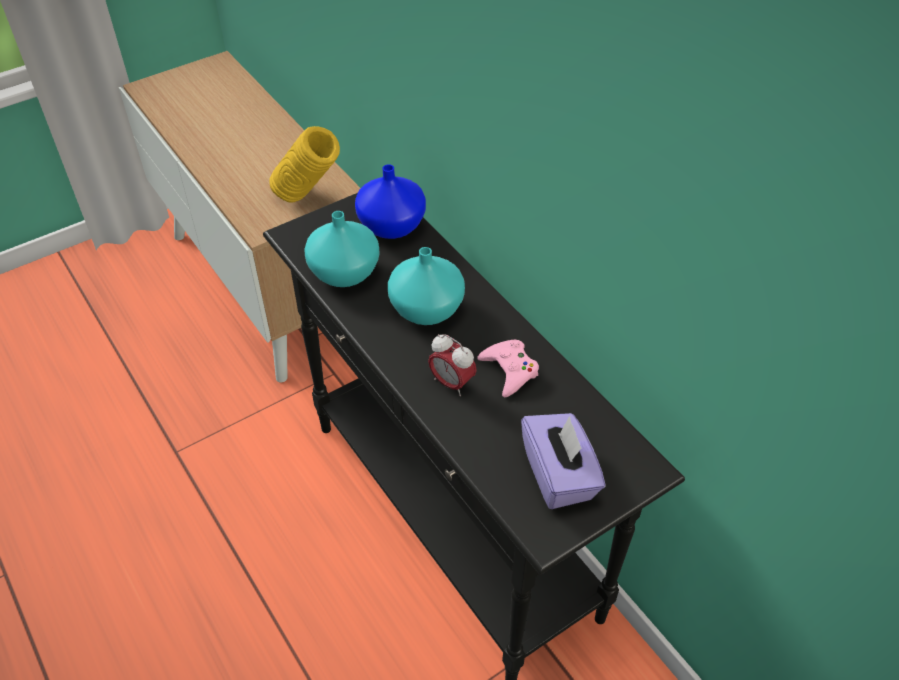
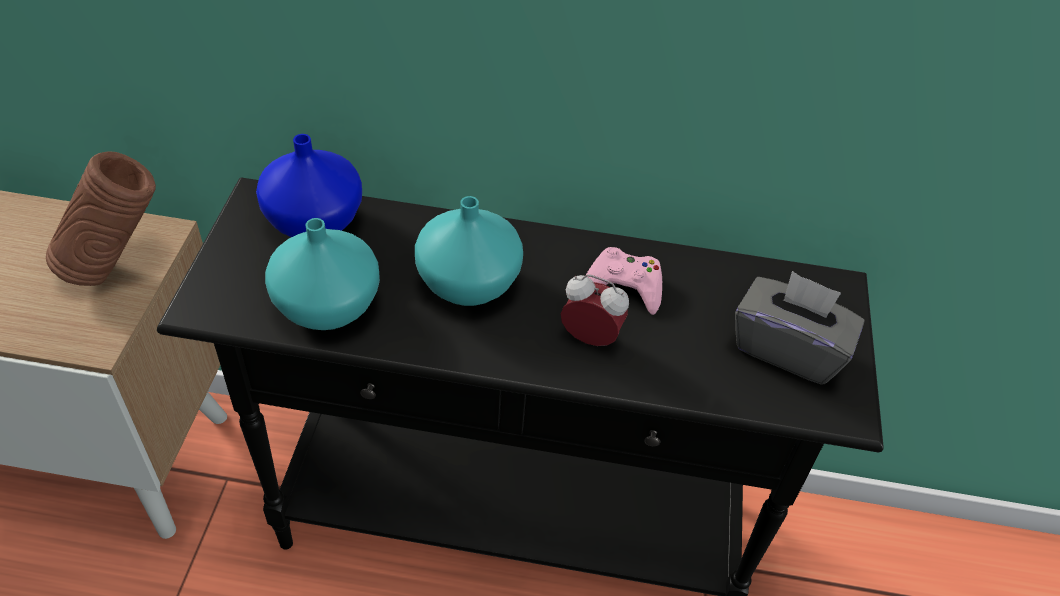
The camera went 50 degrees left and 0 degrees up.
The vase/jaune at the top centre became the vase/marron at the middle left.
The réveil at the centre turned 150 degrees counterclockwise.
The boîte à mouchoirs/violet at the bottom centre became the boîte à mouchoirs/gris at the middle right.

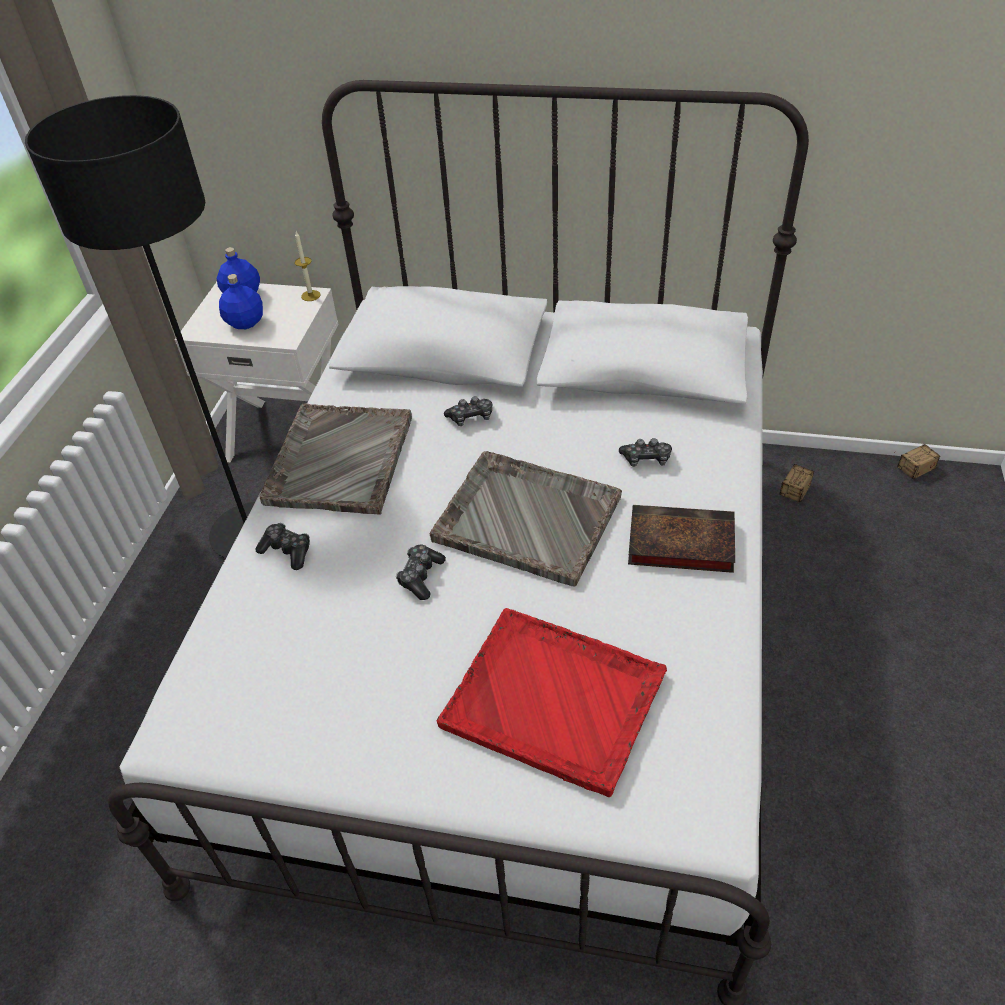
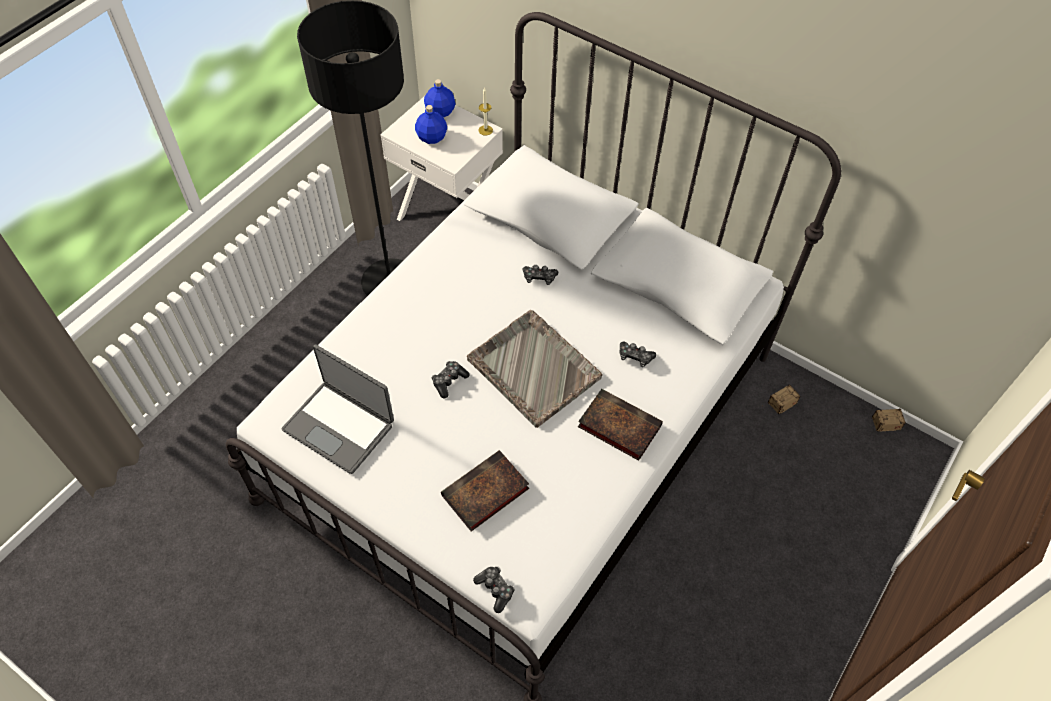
The camera went 20 degrees right and 10 degrees up.
The plateau/gris (no. 1 from left) at the centre disappeared.
The manette (no. 1 from left in the first image) moved from the middle left to the bottom centre.
The plateau/rouge at the bottom centre was replaced by the livre (no. 1 from left) at the bottom centre.
The ordinateur portable at the middle left appeared.

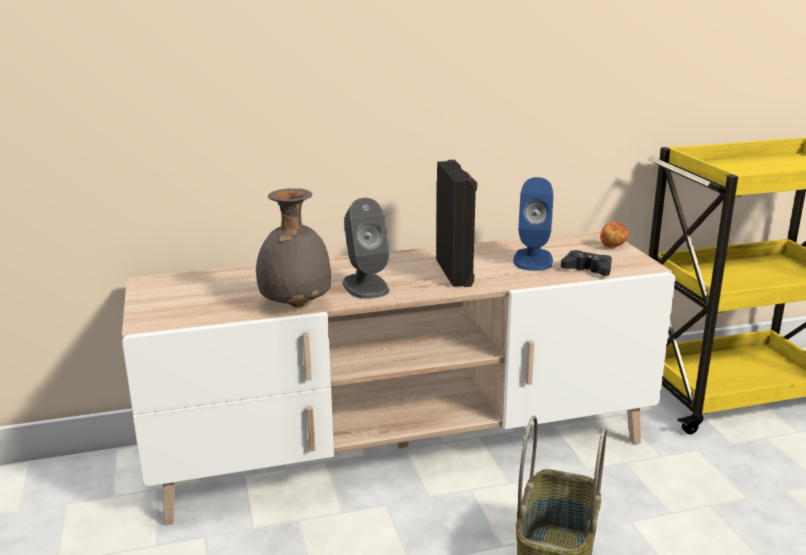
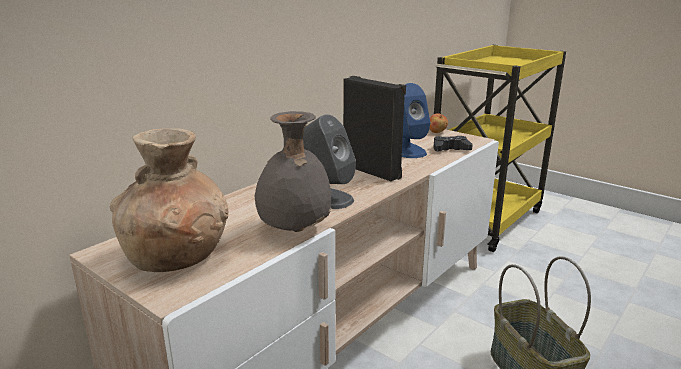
The camera went 35 degrees left and 0 degrees up.
The vase/marron at the middle left appeared.

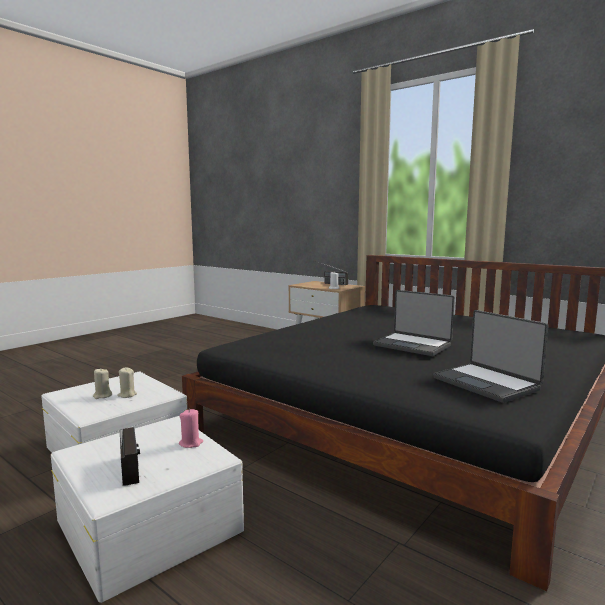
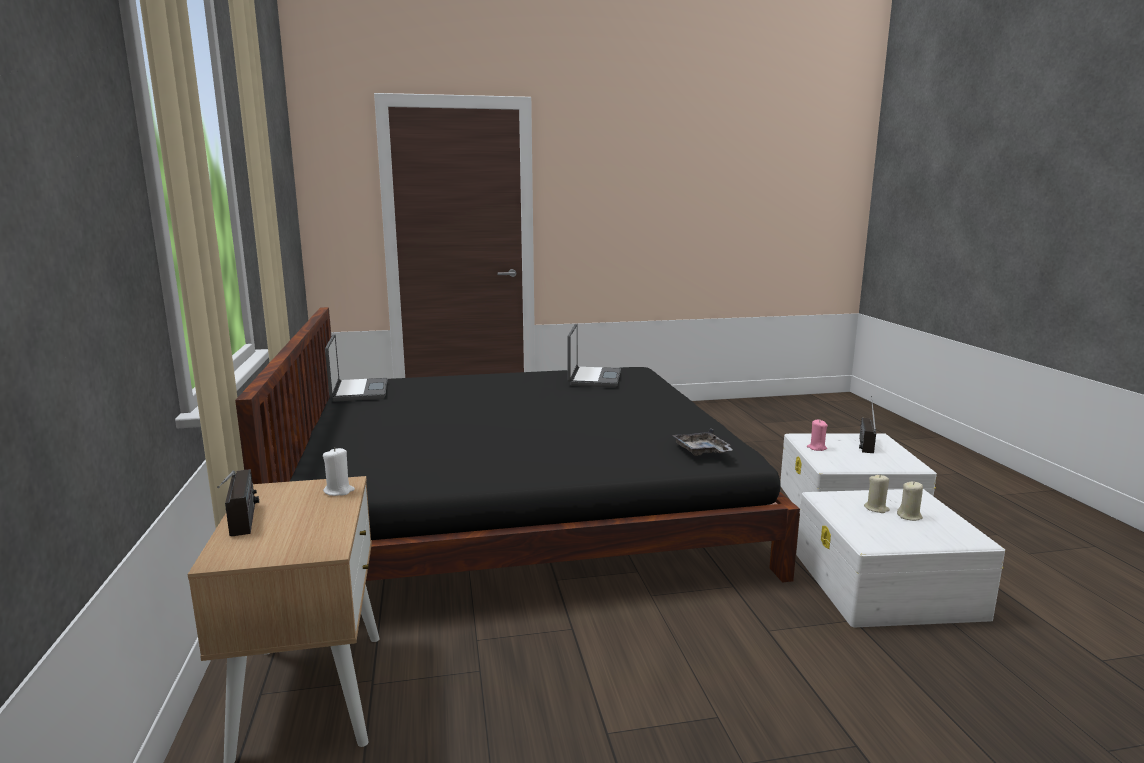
The camera went 140 degrees left and 5 degrees up.
The ordinateur portable (no. 1 from left) moved from the middle right to the middle left.
The plateau/gris at the centre appeared.

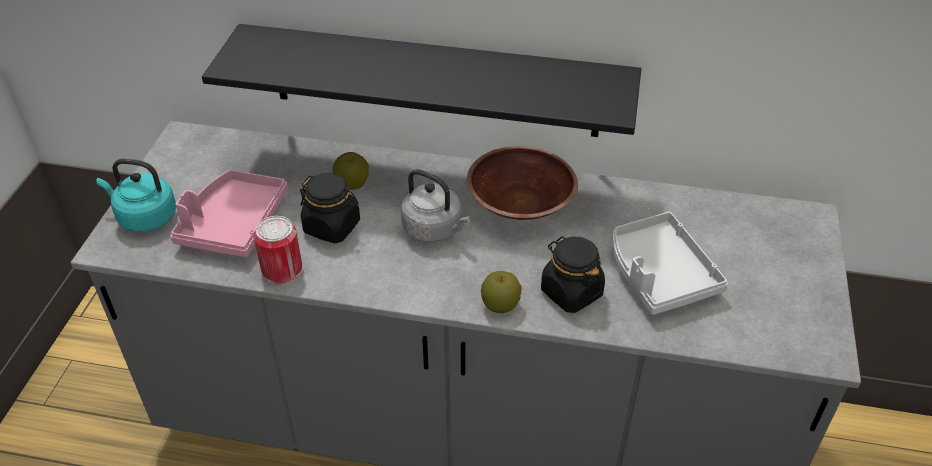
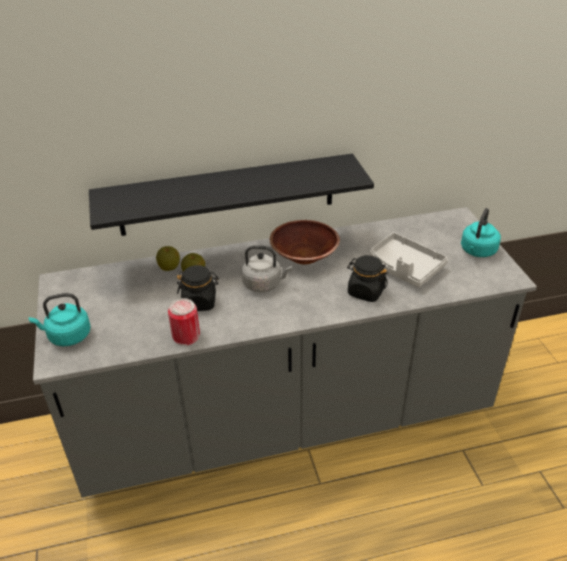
The camera went 25 degrees left and 5 degrees down.
The plateau/rose at the middle left disappeared.
The pomme (no. 2 from left in the first image) moved from the centre to the middle left.
The bouilloire/turquoise (no. 2 from left) at the middle right appeared.

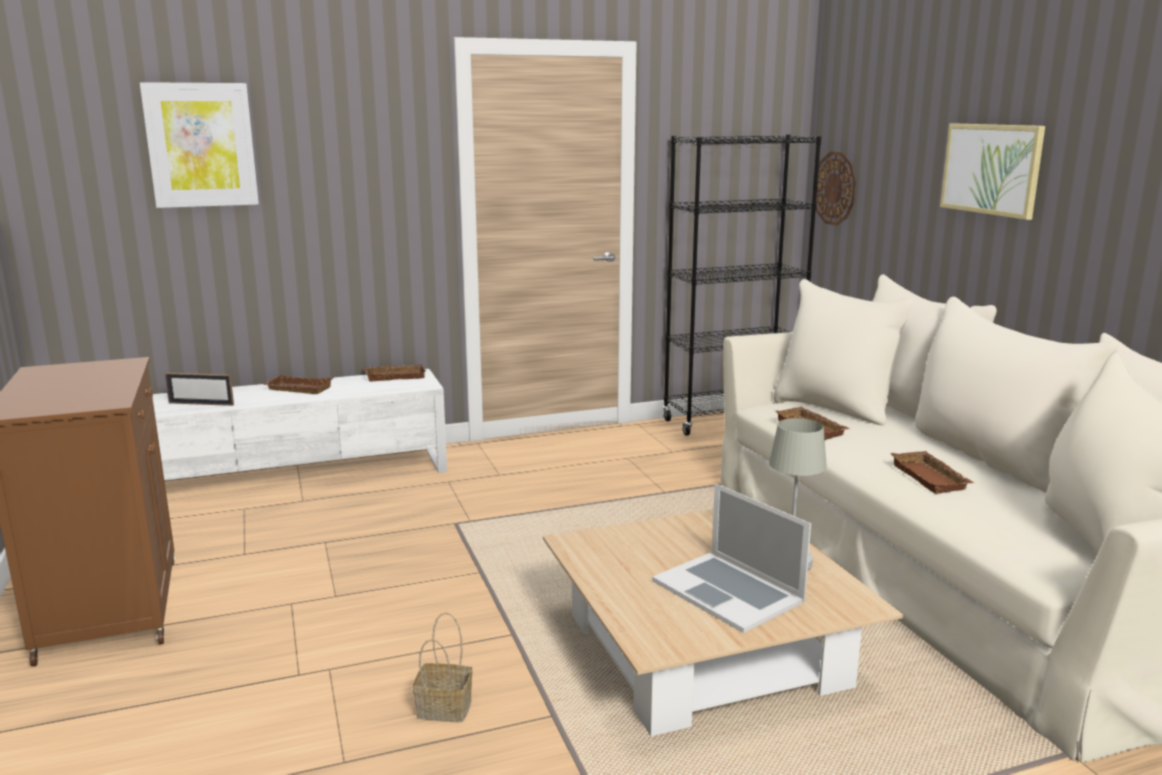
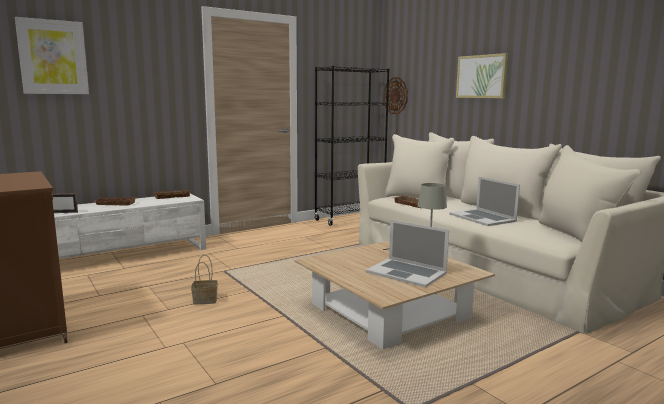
The camera went 15 degrees left and 5 degrees down.
The plateau/marron (no. 4 from left) at the middle right was replaced by the ordinateur portable (no. 2 from left) at the middle right.
The panier moved from the bottom centre to the bottom left.

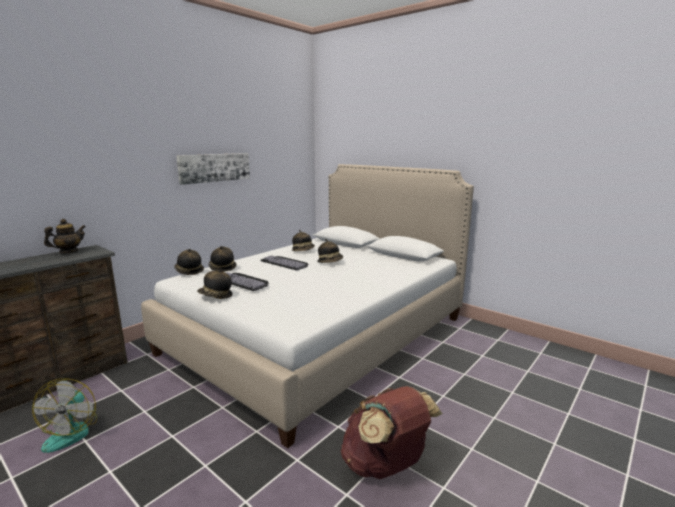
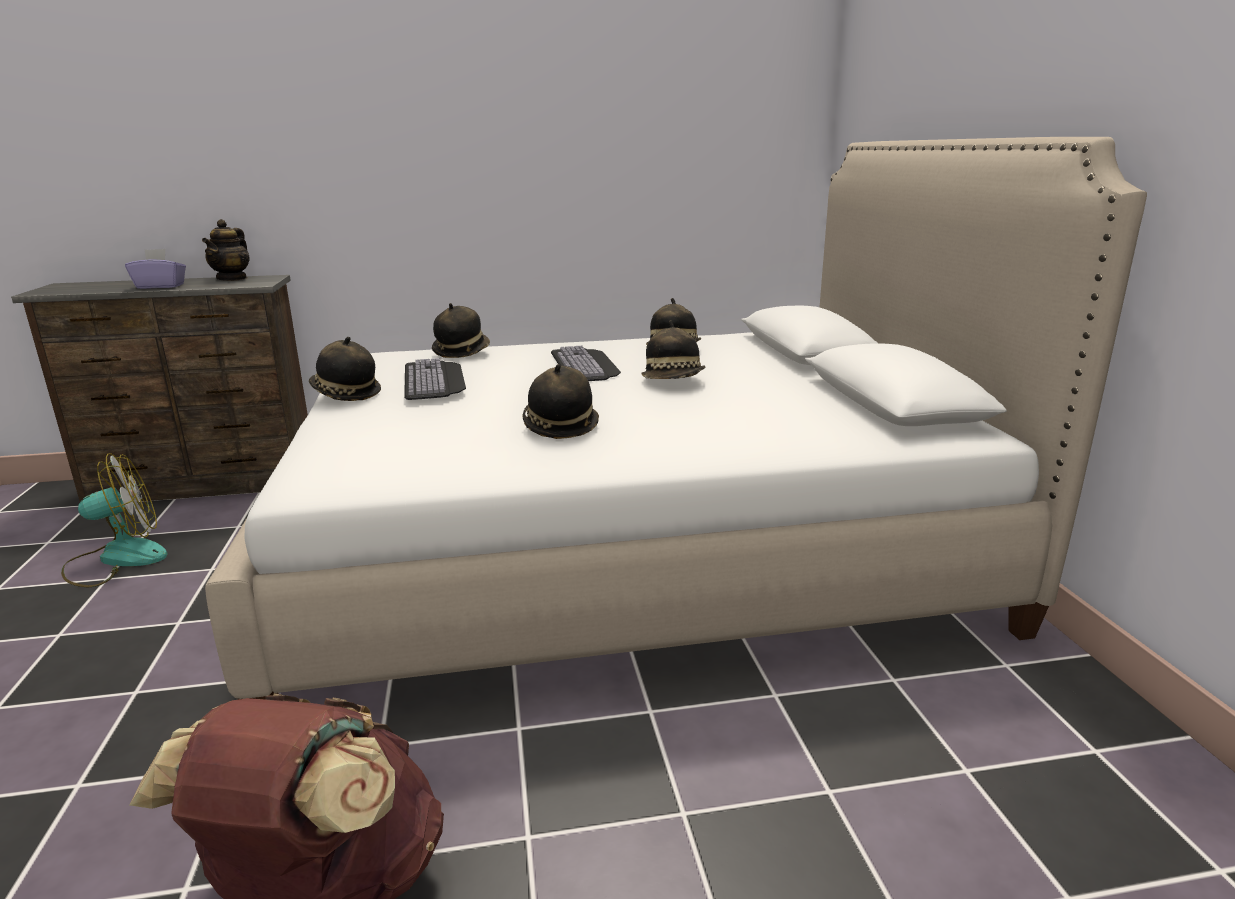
The camera went 40 degrees right and 5 degrees up.
The tableau at the middle left disappeared.
The théière at the middle left turned 105 degrees clockwise.
The chapeau (no. 1 from left in the first image) moved from the middle left to the centre.
The ventilateur at the bottom left turned 150 degrees counterclockwise.
The boîte à mouchoirs/violet at the top left appeared.

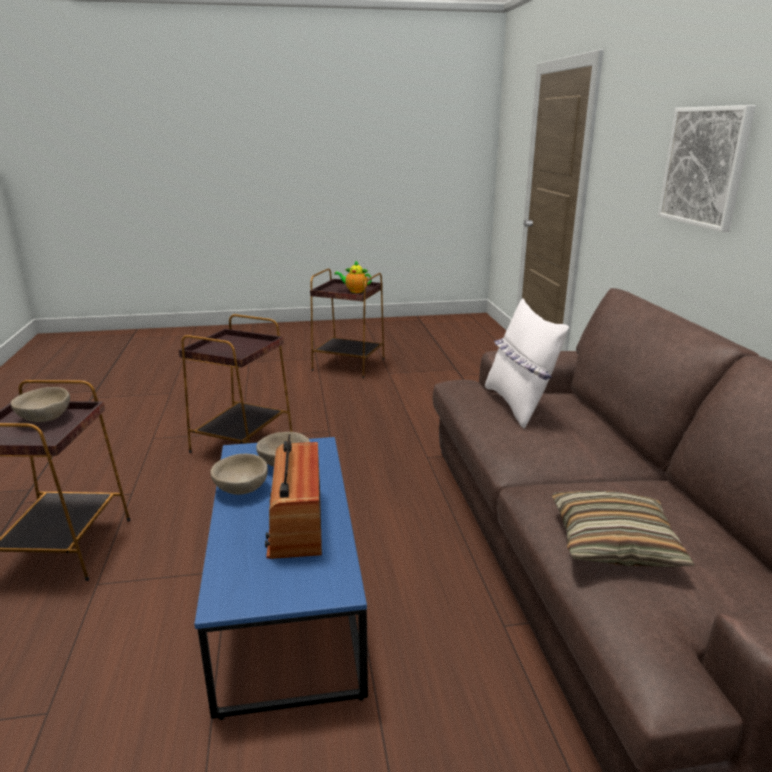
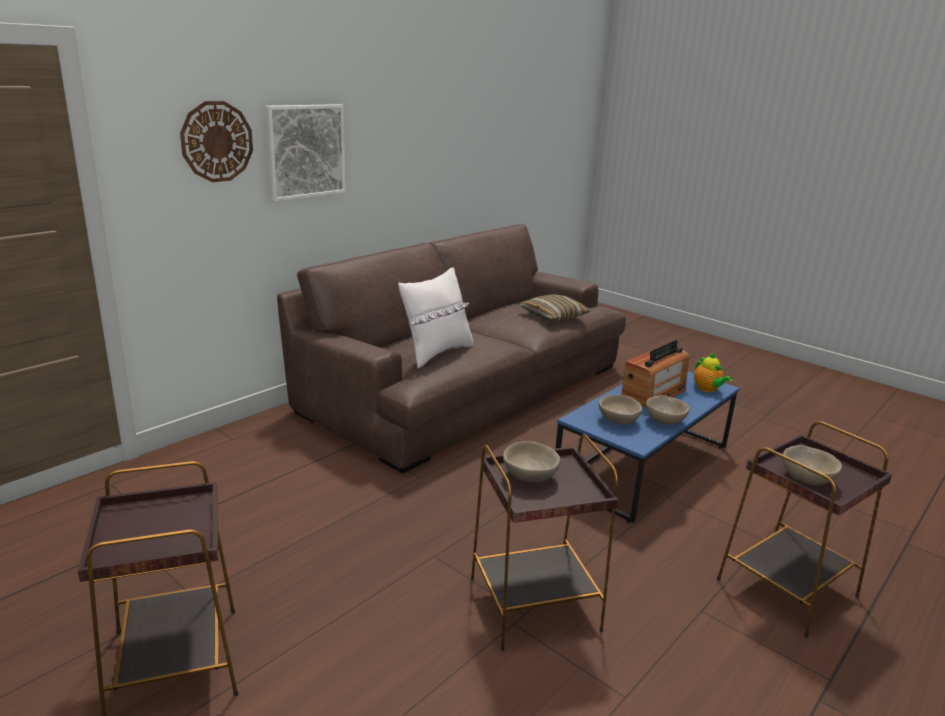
The camera went 130 degrees left and 0 degrees up.
The théière moved from the centre to the middle right.
The horloge murale at the top left appeared.
The bol/beige (no. 1 from left) at the centre appeared.

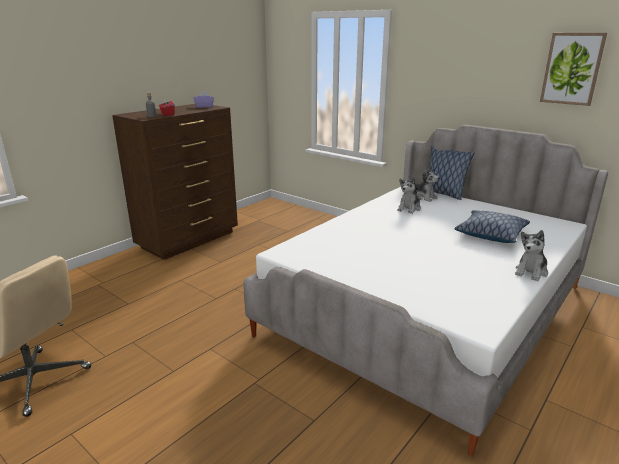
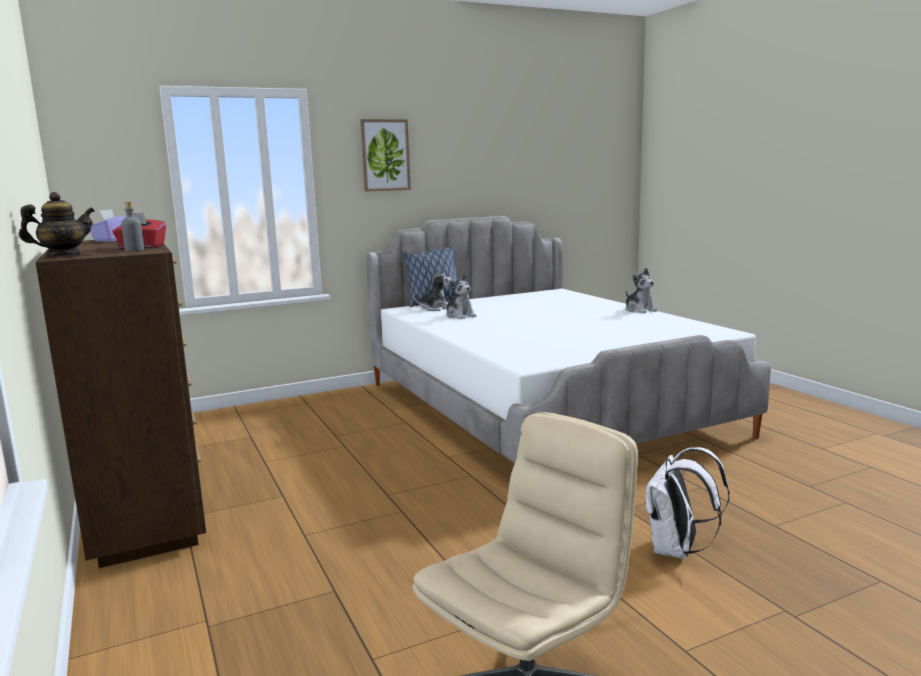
The camera went 65 degrees left and 10 degrees down.
The tableau moved from the top right to the top centre.
The coussin (no. 2 from left) at the middle right disappeared.
The théière at the top left appeared.
The sac à dos/blanc at the bottom right appeared.

